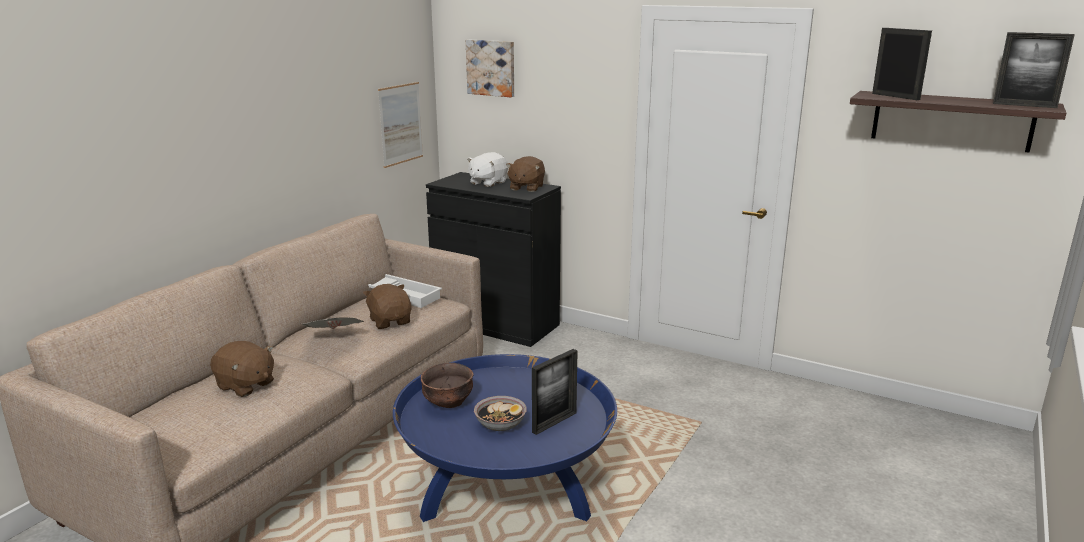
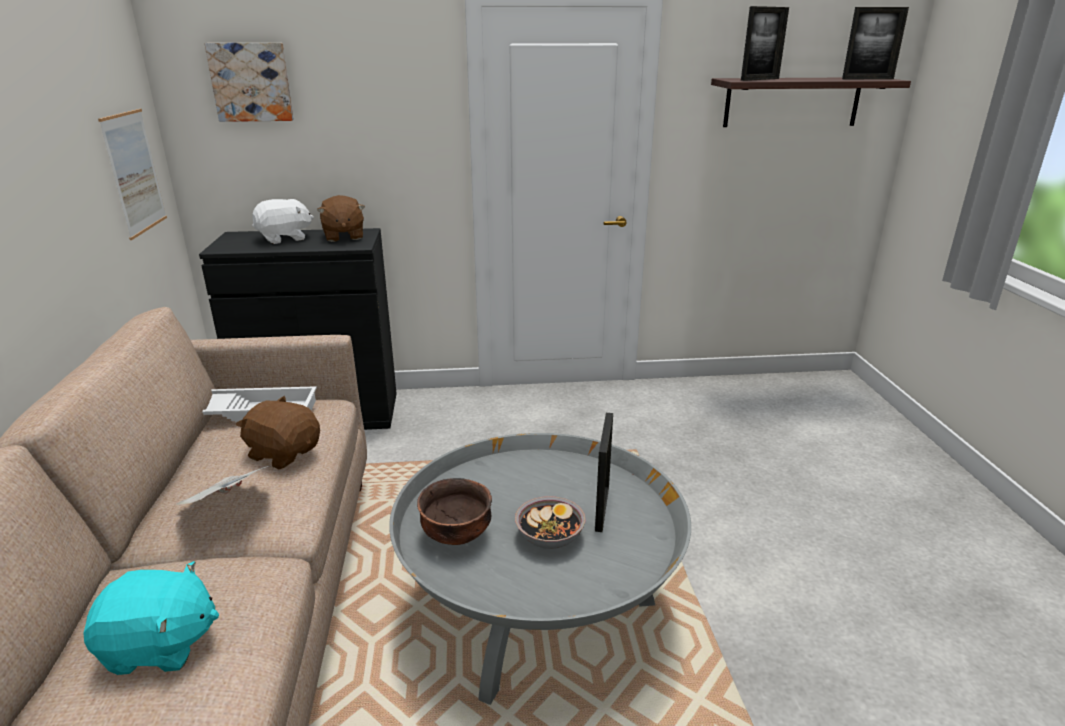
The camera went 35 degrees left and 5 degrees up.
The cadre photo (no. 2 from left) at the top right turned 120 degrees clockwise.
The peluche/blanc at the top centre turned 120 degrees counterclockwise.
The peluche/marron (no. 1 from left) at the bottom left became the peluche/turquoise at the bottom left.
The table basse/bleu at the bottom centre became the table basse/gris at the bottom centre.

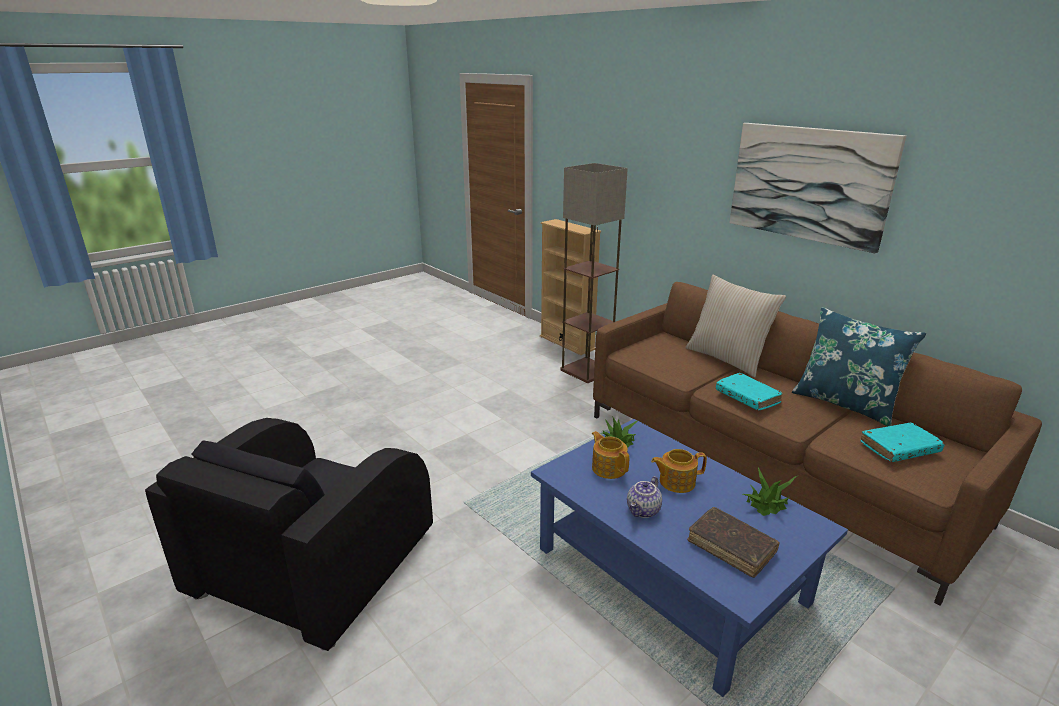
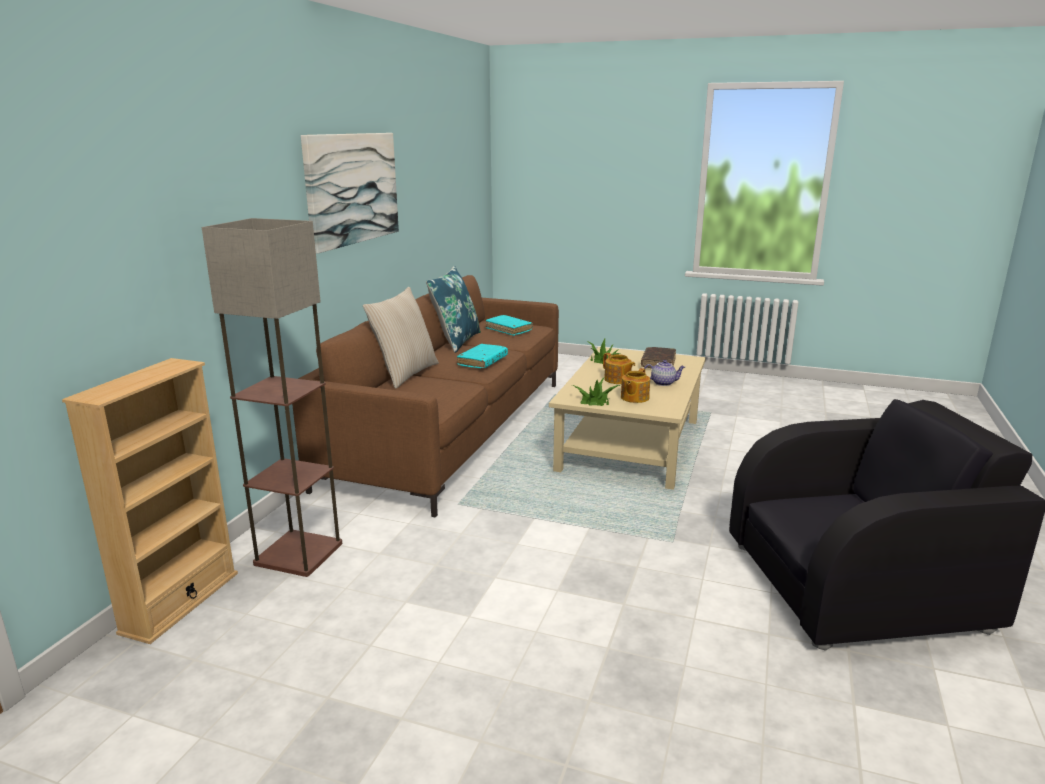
The camera went 120 degrees left and 5 degrees down.
The table basse/bleu at the bottom centre became the table basse/beige at the centre.

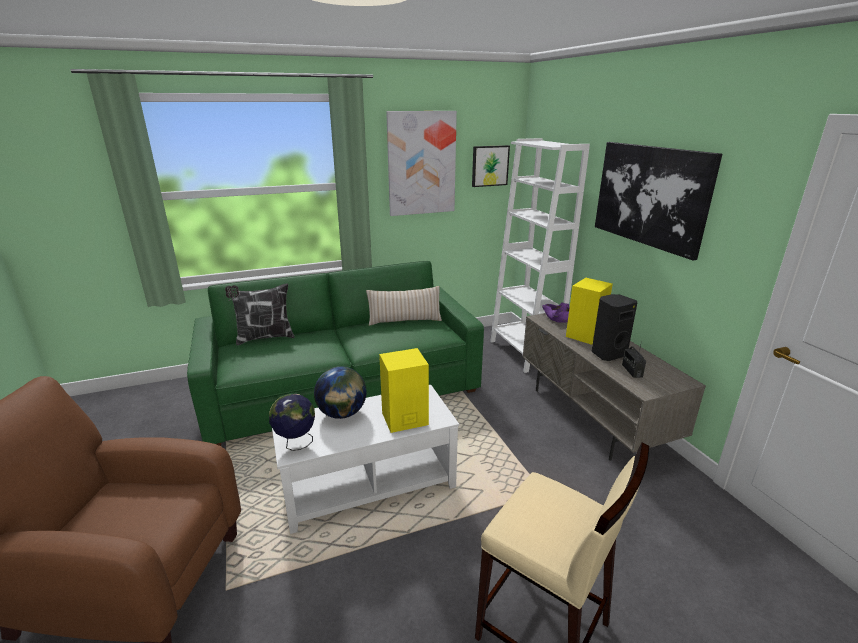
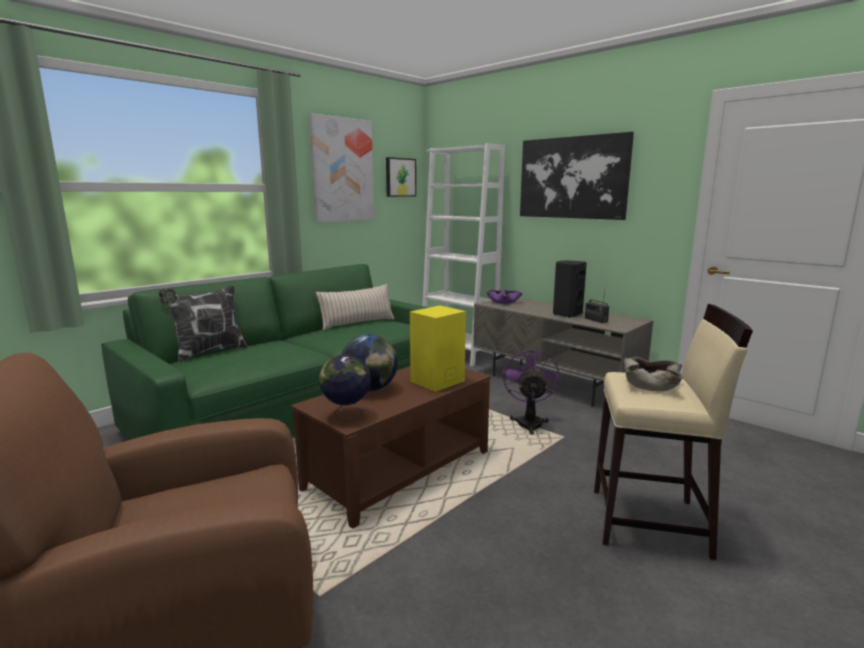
The camera went 25 degrees left and 10 degrees down.
The enceinte/jaune (no. 2 from left) at the middle right disappeared.
The table basse/blanc at the bottom centre became the table basse/marron at the bottom centre.
The ventilateur/violet at the centre appeared.
The bol/beige at the middle right appeared.

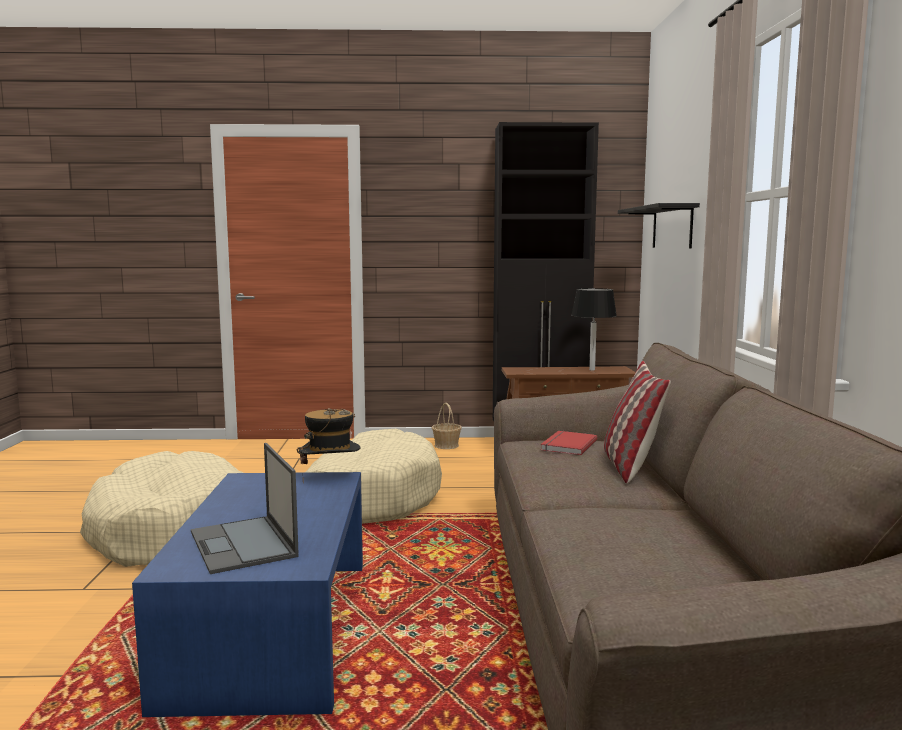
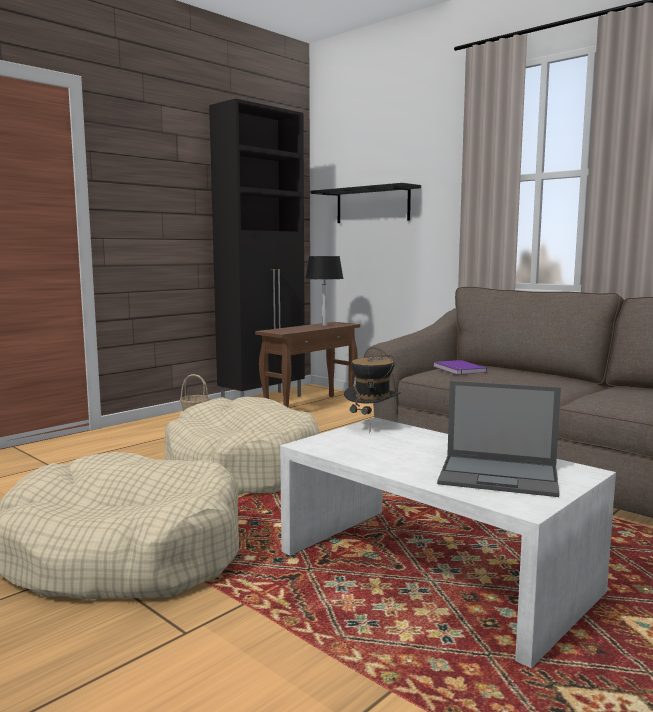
The camera went 45 degrees left and 0 degrees up.
The coussin at the middle right disappeared.
The livre/rouge at the centre became the livre/violet at the middle right.
The table basse/bleu at the bottom left became the table basse/blanc at the bottom right.

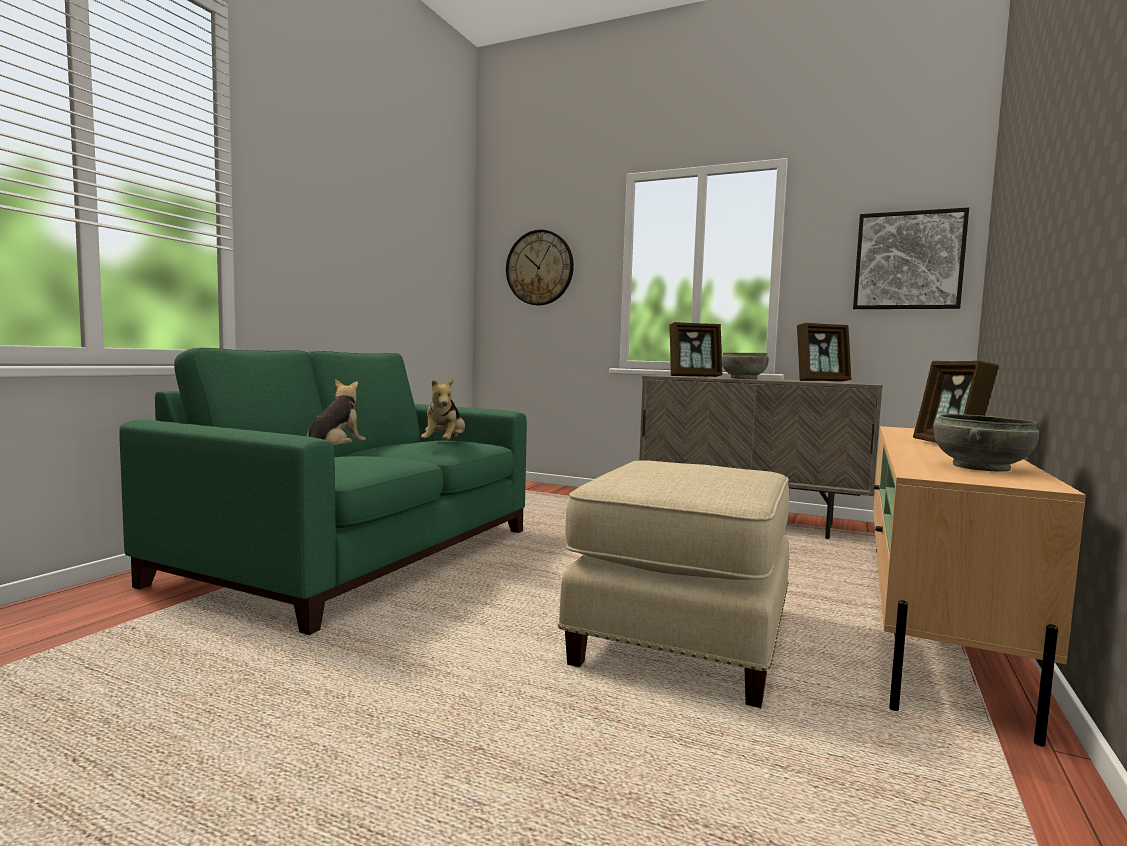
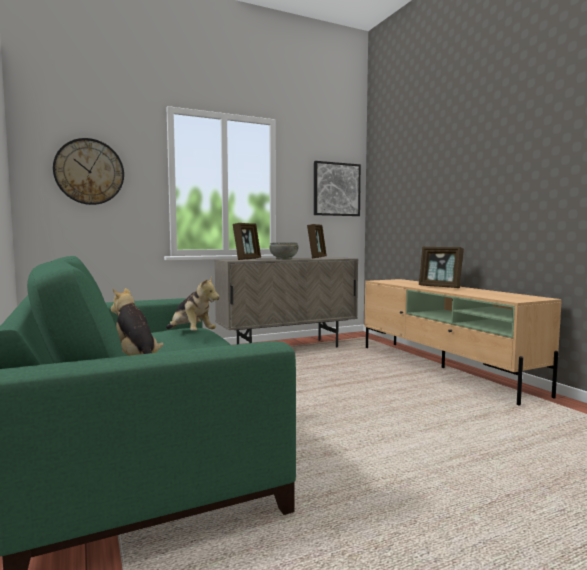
The camera went 50 degrees left and 0 degrees up.
The bol/gris (no. 2 from left) at the middle right disappeared.
The pouf/beige at the bottom centre disappeared.

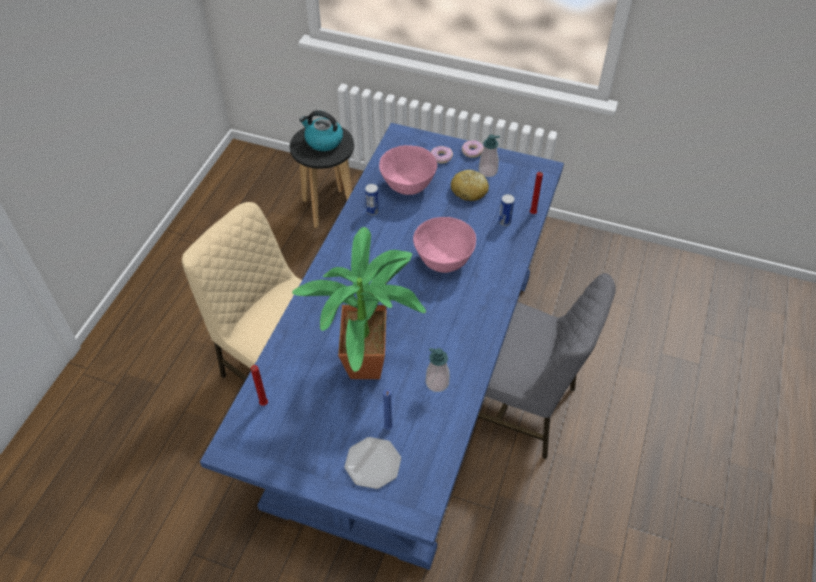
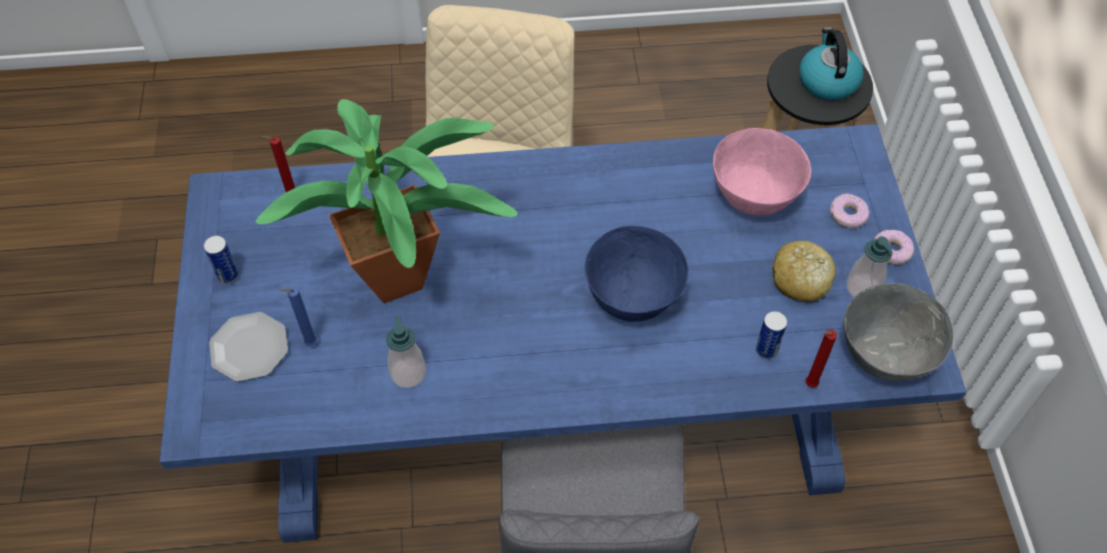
The camera went 65 degrees right and 5 degrees up.
The boîte métallique (no. 1 from left) moved from the centre to the middle left.
The bol/rose (no. 2 from left) at the centre became the bol/bleu at the centre.
The bol/gris at the middle right appeared.

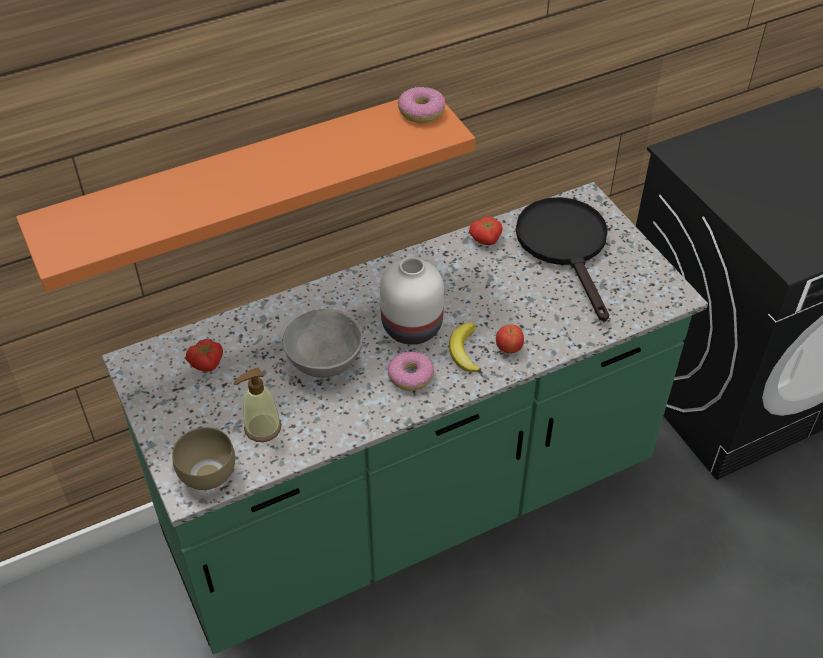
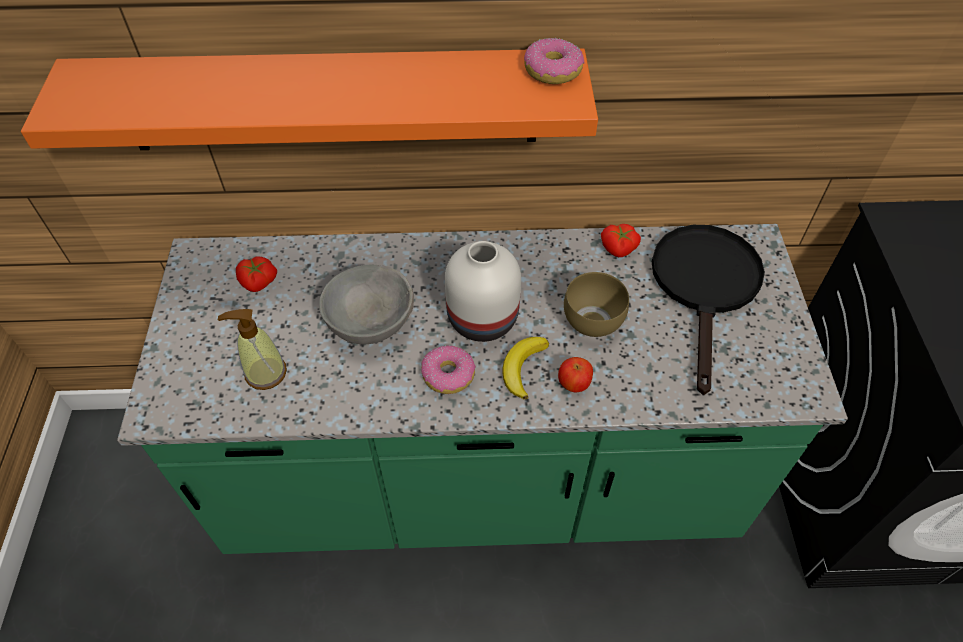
The camera went 25 degrees right and 5 degrees up.
The bol/marron moved from the bottom left to the centre.

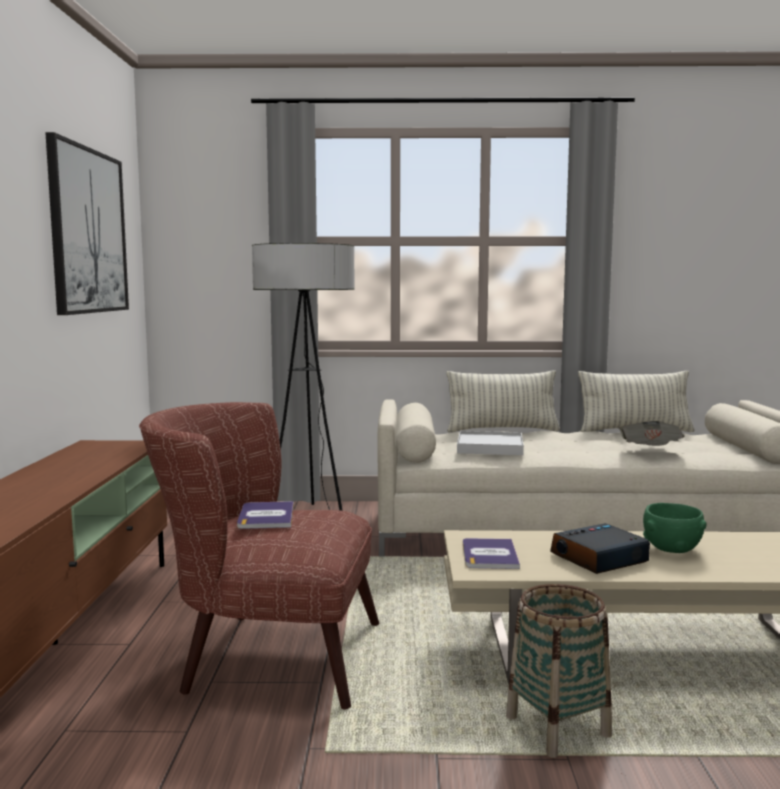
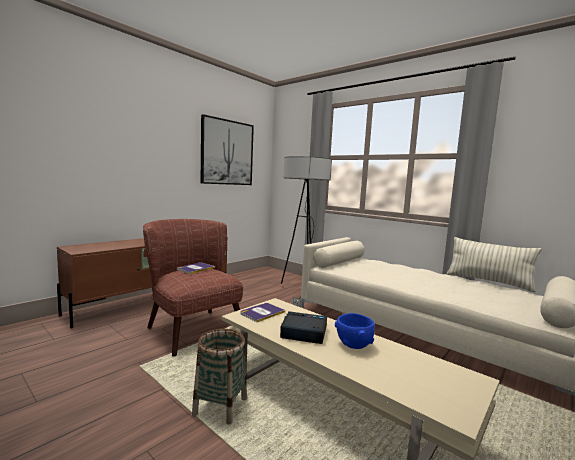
The camera went 40 degrees right and 0 degrees up.
The coussin (no. 1 from left) at the centre disappeared.
The journal at the middle right disappeared.
The plateau/blanc at the centre disappeared.
The bol/vert at the bottom right became the bol/bleu at the bottom centre.

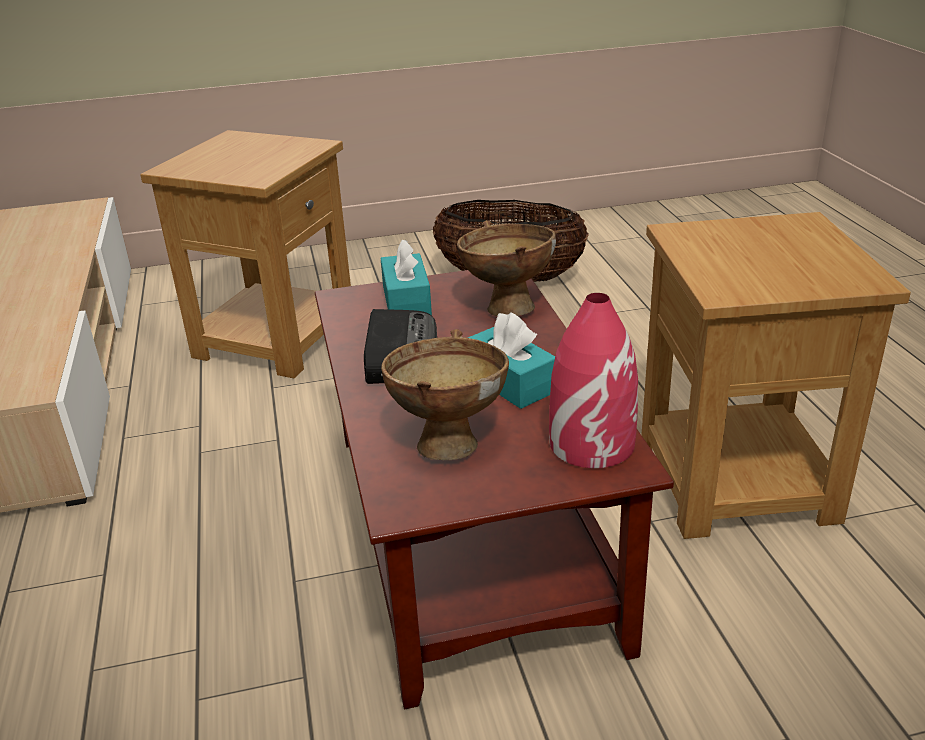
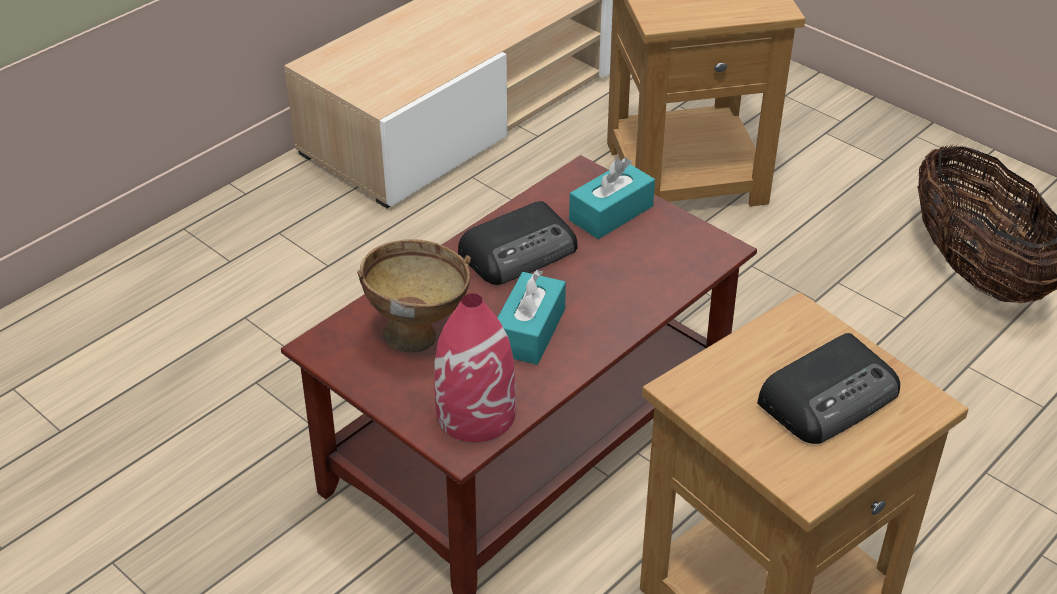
The camera went 55 degrees right and 10 degrees up.
The bol/marron (no. 2 from left) at the centre disappeared.
The radio (no. 2 from left) at the middle right appeared.

